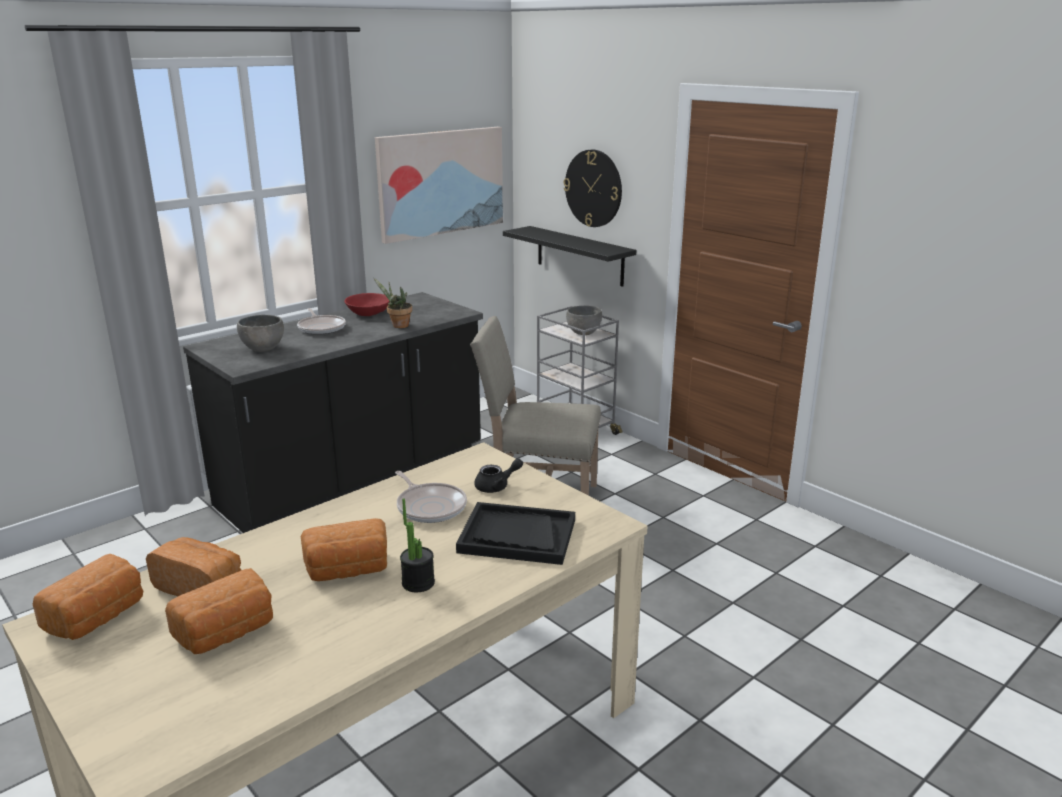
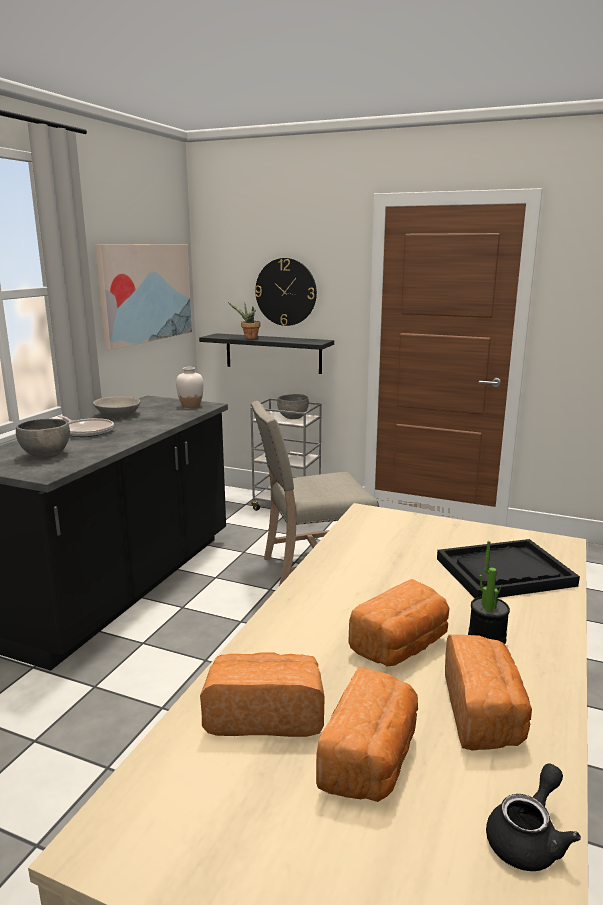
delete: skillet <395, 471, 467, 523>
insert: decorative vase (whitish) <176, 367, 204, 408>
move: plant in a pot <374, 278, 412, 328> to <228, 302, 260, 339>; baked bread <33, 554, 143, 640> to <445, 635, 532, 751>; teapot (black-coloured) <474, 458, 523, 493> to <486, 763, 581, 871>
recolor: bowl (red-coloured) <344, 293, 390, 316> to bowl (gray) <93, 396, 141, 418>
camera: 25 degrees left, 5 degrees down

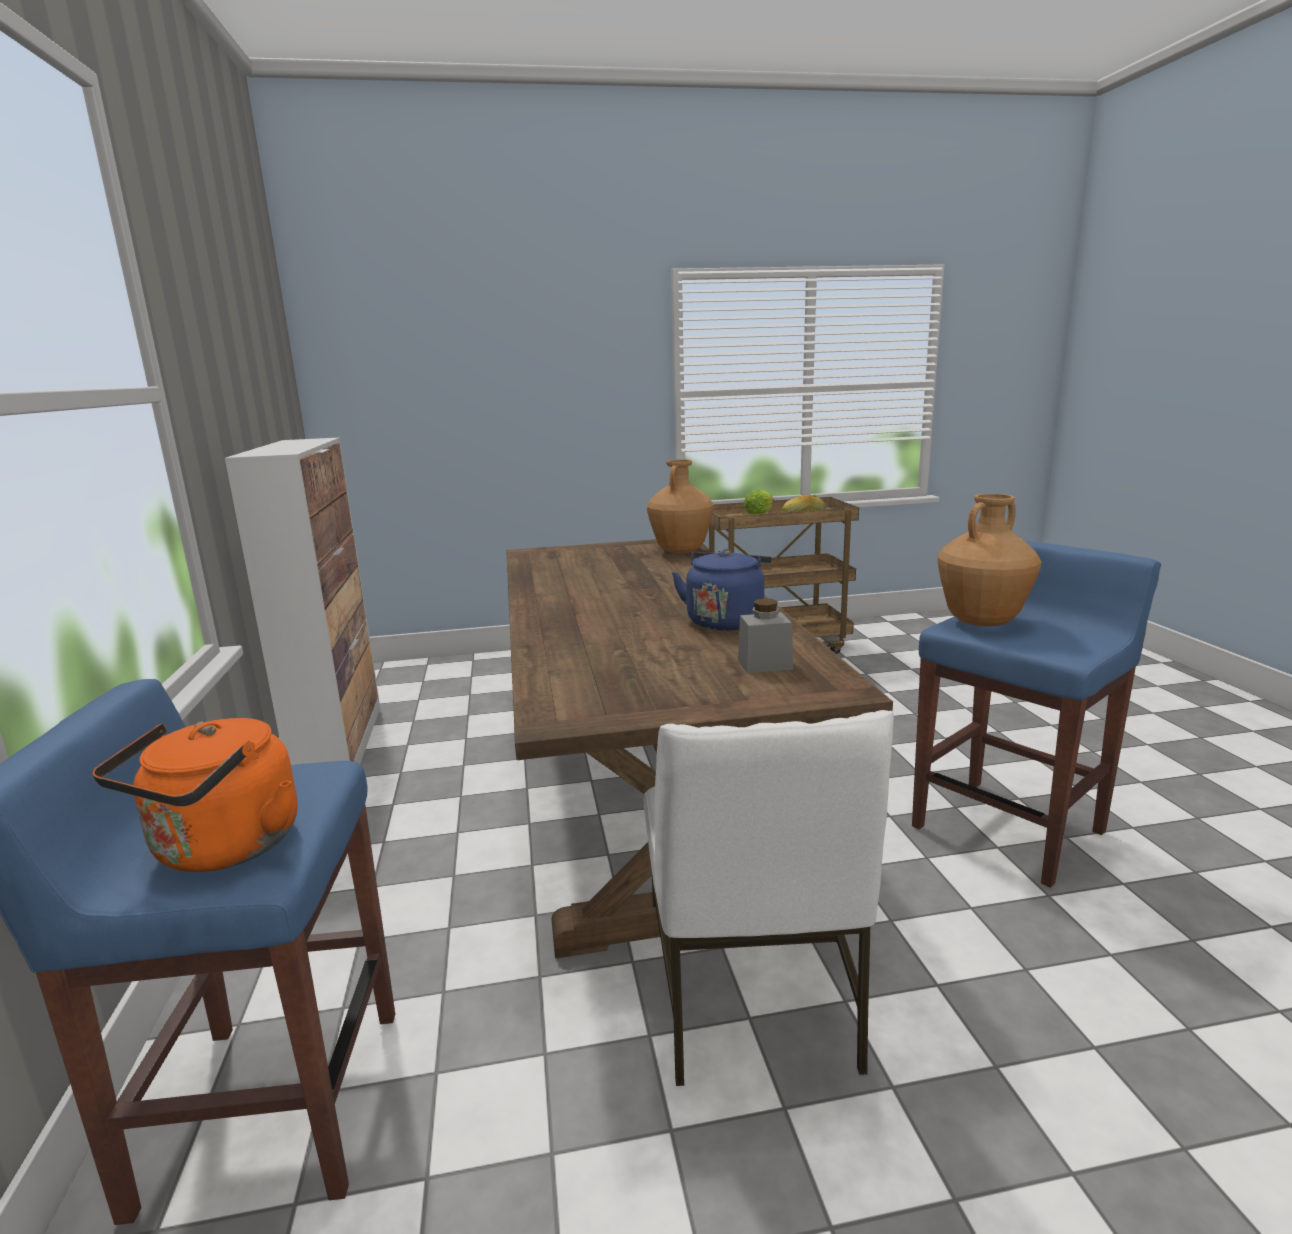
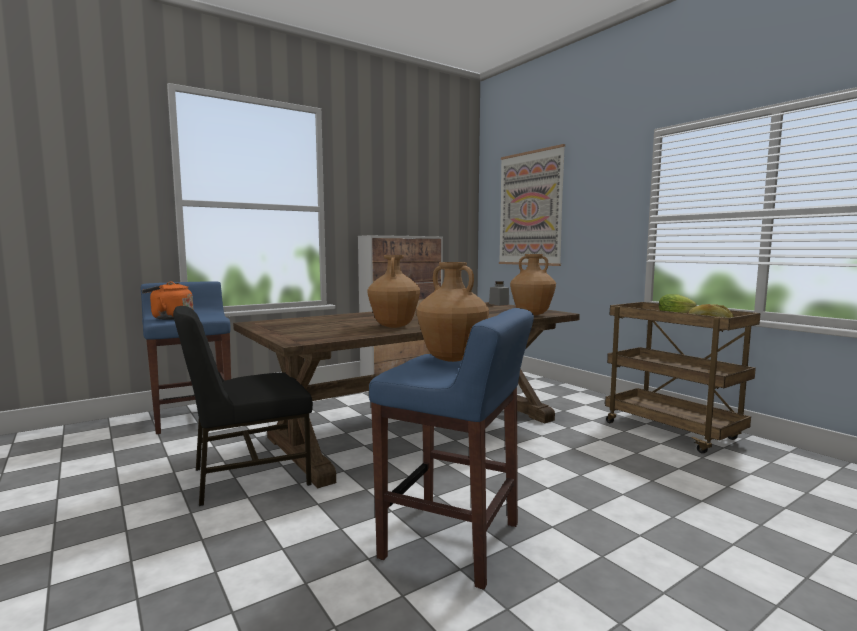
insert: wall picture <499, 144, 565, 266>
move: jar (gray) <738, 598, 793, 673> to <489, 281, 509, 305>
replace: water kettle (bluish) <672, 549, 772, 631> to decorative vase (brown) <367, 255, 420, 328>
recolor: plain chair (whitish) <644, 710, 894, 1086> to plain chair (black-coloured) <173, 306, 313, 506>
camera: 65 degrees right, 10 degrees down

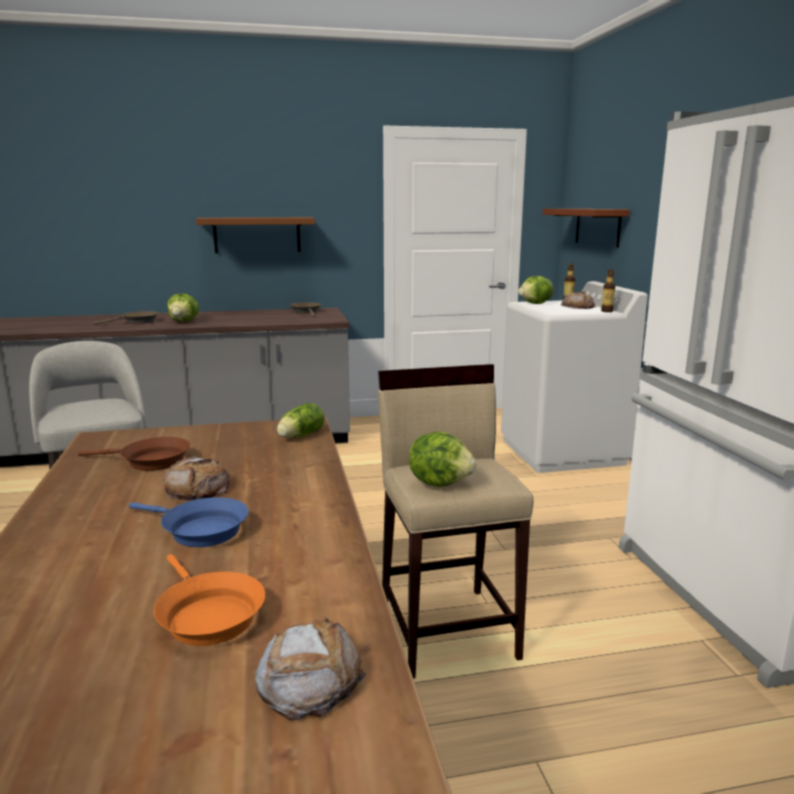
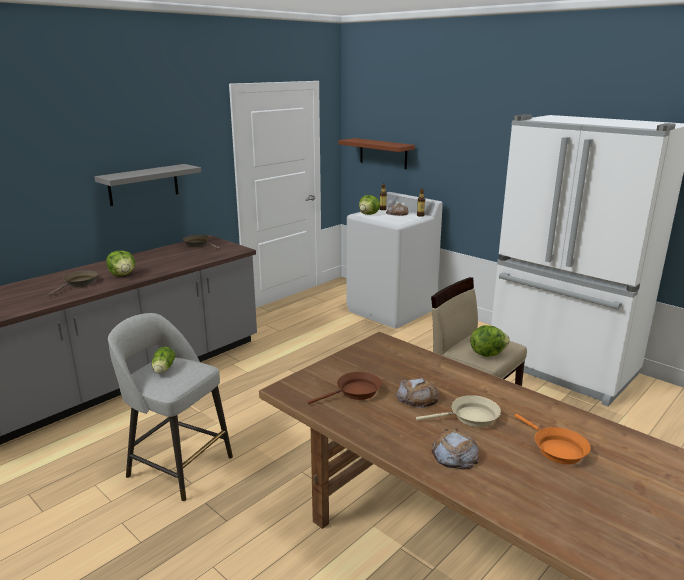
move: lettuce <277, 403, 325, 438> to <152, 347, 175, 374>; baked bread <254, 616, 366, 720> to <432, 428, 479, 469>
recolor: wall shelf (brown) <196, 217, 315, 253> to wall shelf (gray) <94, 164, 201, 206>; skillet (bluish) <129, 497, 248, 547> to skillet (beige) <416, 395, 501, 427>
rotate: skillet (orange-coloured) <154, 554, 265, 646> = <515, 414, 591, 464> 45 degrees clockwise
camera: 35 degrees left, 5 degrees up

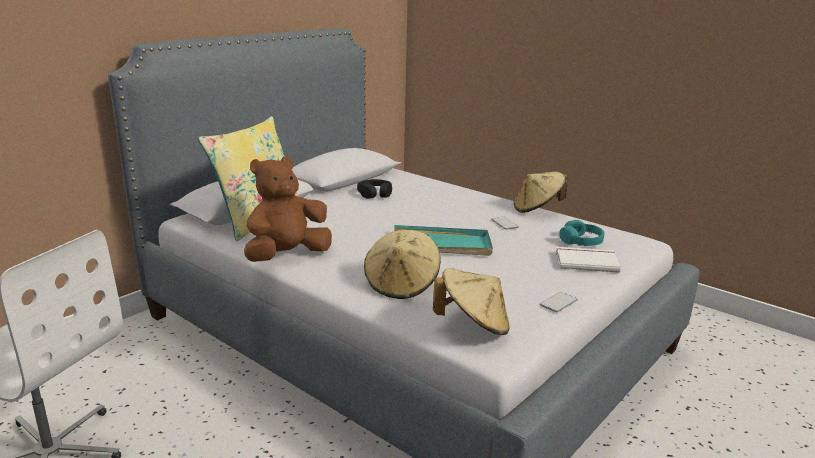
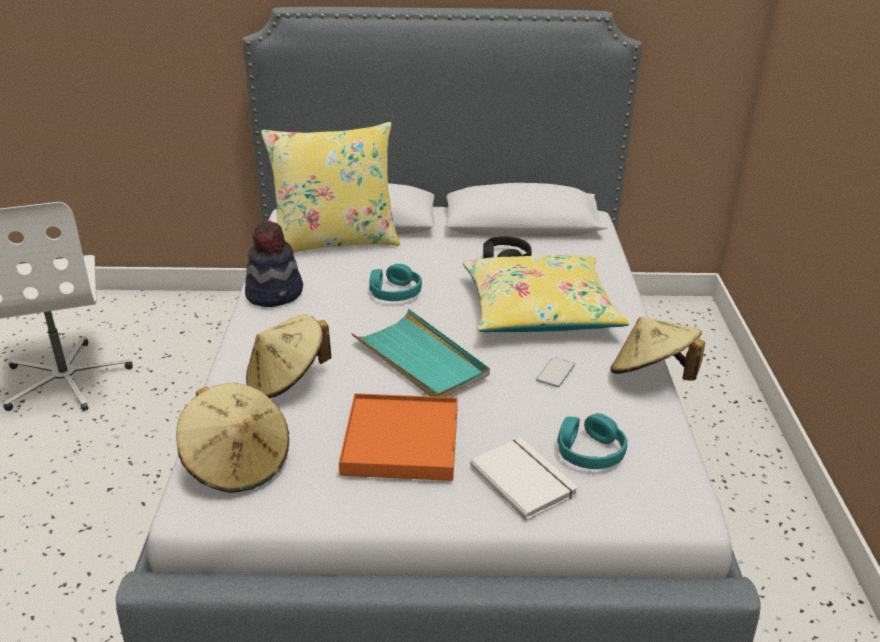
delete: handset <540, 292, 578, 312>
insert: tray (orange-coloured) <339, 393, 458, 481>; headphones (turquoise) <369, 264, 422, 301>; pillow (yellow) <463, 255, 629, 332>
replace: cuddly toy (brown) <244, 157, 332, 262> to wearable hat <245, 220, 303, 307>
camera: 50 degrees right, 10 degrees up

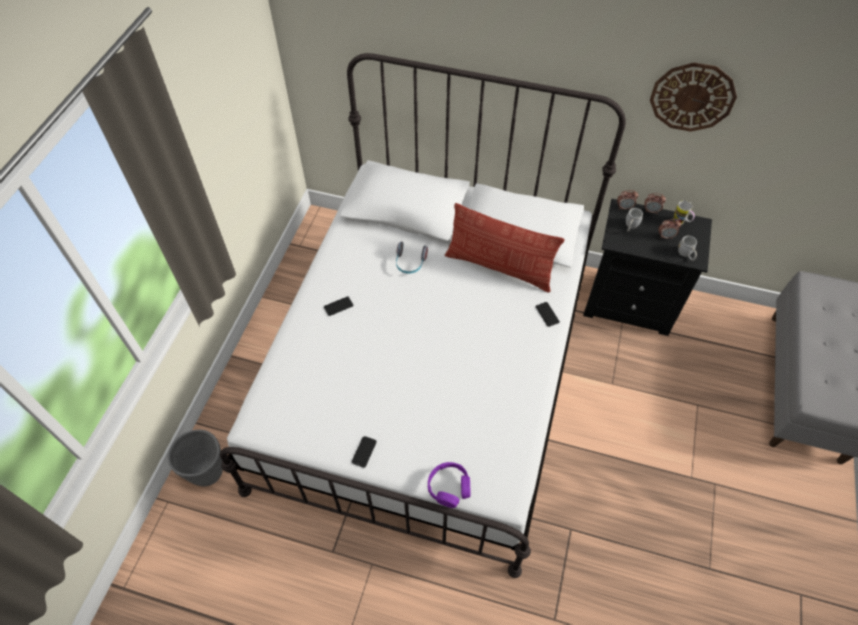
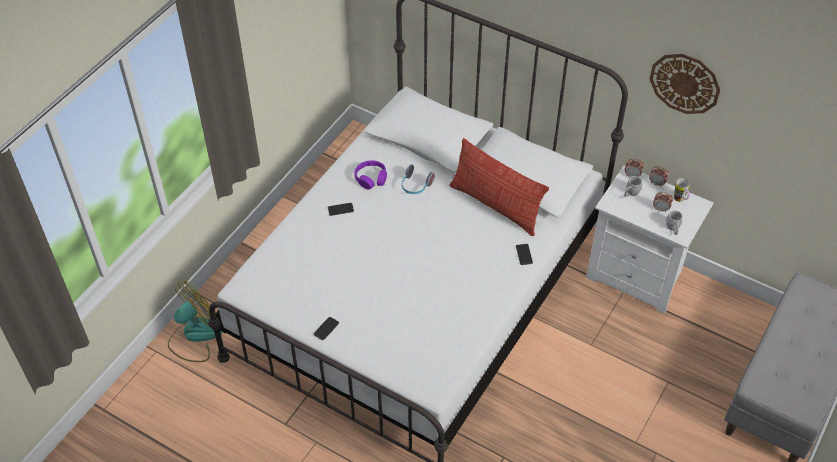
move: headphones (purple) <428, 462, 470, 508> to <354, 160, 387, 190>
replace: planter (gray) <168, 430, 223, 486> to cooling fan <168, 281, 223, 362>
recolor: bedside table (black-coloured) <583, 199, 712, 336> to bedside table (whitish) <586, 165, 714, 314>
camera: 15 degrees right, 5 degrees down

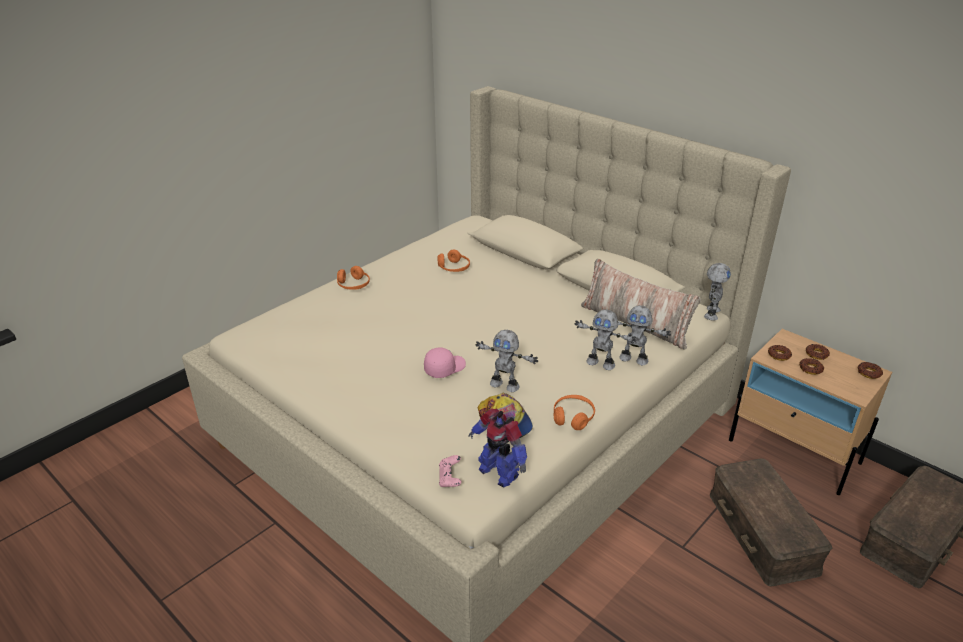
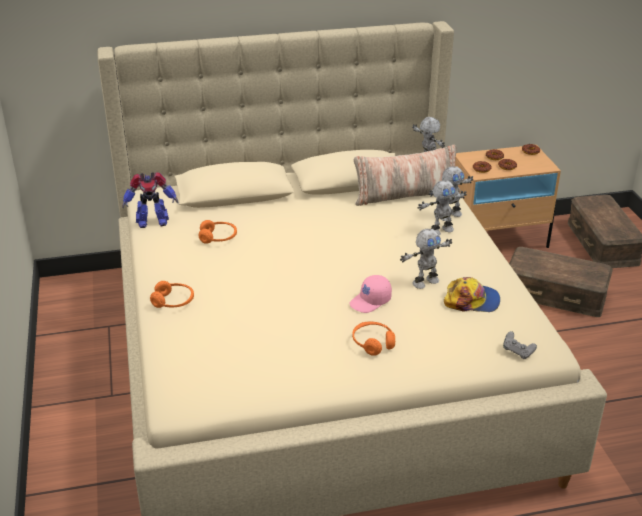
move: toy robot <469, 408, 527, 487> to <122, 172, 179, 228>; headphones (orange-coloured) <554, 395, 595, 430> to <352, 321, 395, 356>
recolor: game controller (pinkish) <439, 455, 462, 487> to game controller (gray) <503, 331, 537, 359>
rotate: cap (pinkish) <424, 347, 466, 378> = <350, 275, 392, 313> 120 degrees counterclockwise
camera: 55 degrees left, 0 degrees up

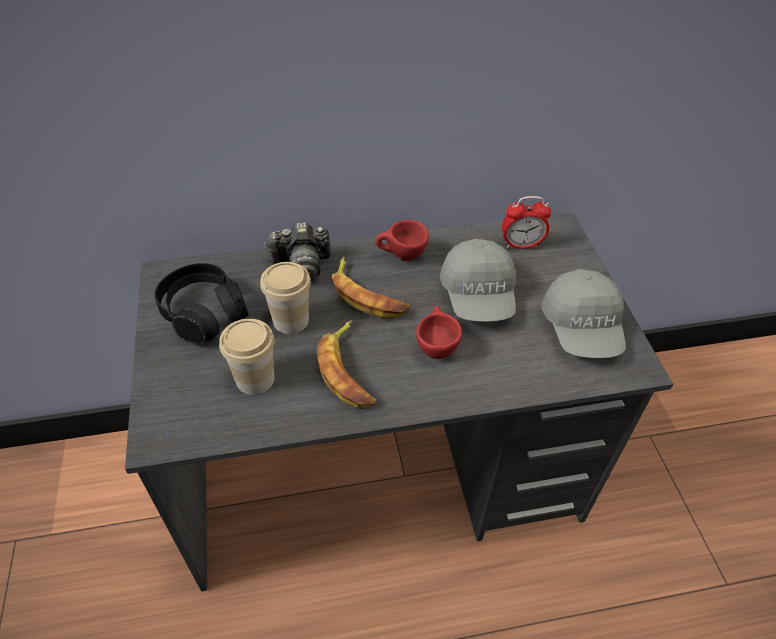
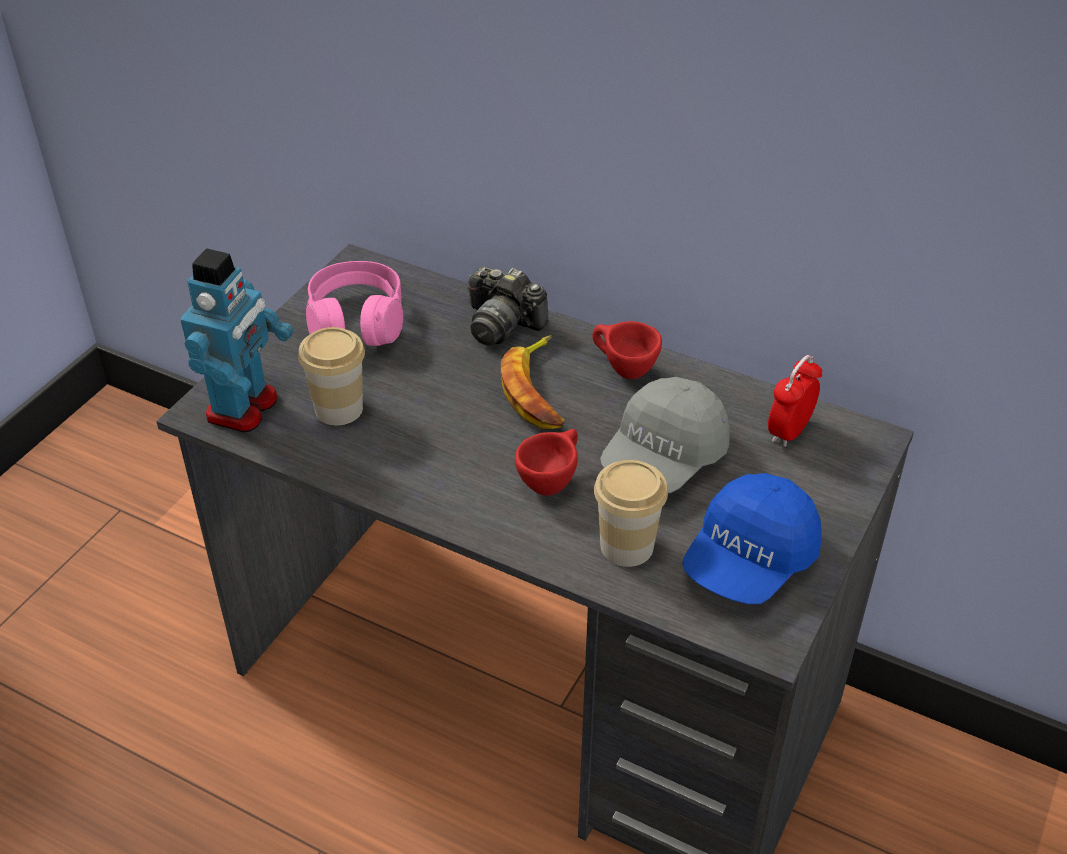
delete: whole banana <317, 320, 376, 408>
insert: toy robot <181, 248, 294, 432>
move: drinking cup <260, 262, 311, 334> to <594, 460, 668, 567>
recolor: headphones (black-coloured) <155, 263, 249, 344> to headphones (pinkish) <306, 261, 403, 346>; cap (gray) <541, 269, 626, 358> to cap (bluish) <682, 473, 822, 604>
rotate: bedside clock <502, 196, 551, 249> = <768, 355, 822, 447> 90 degrees clockwise
camera: 40 degrees right, 5 degrees down

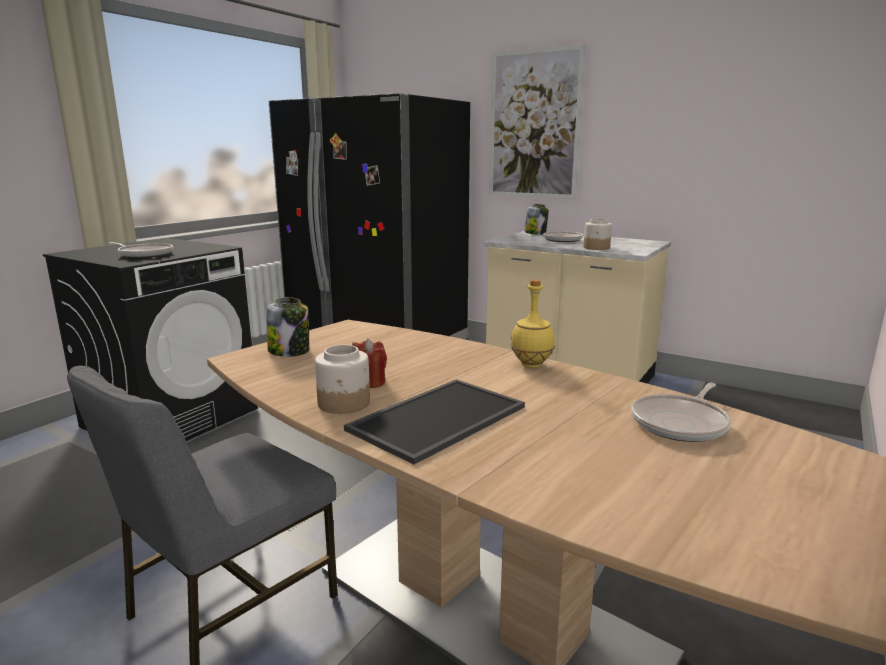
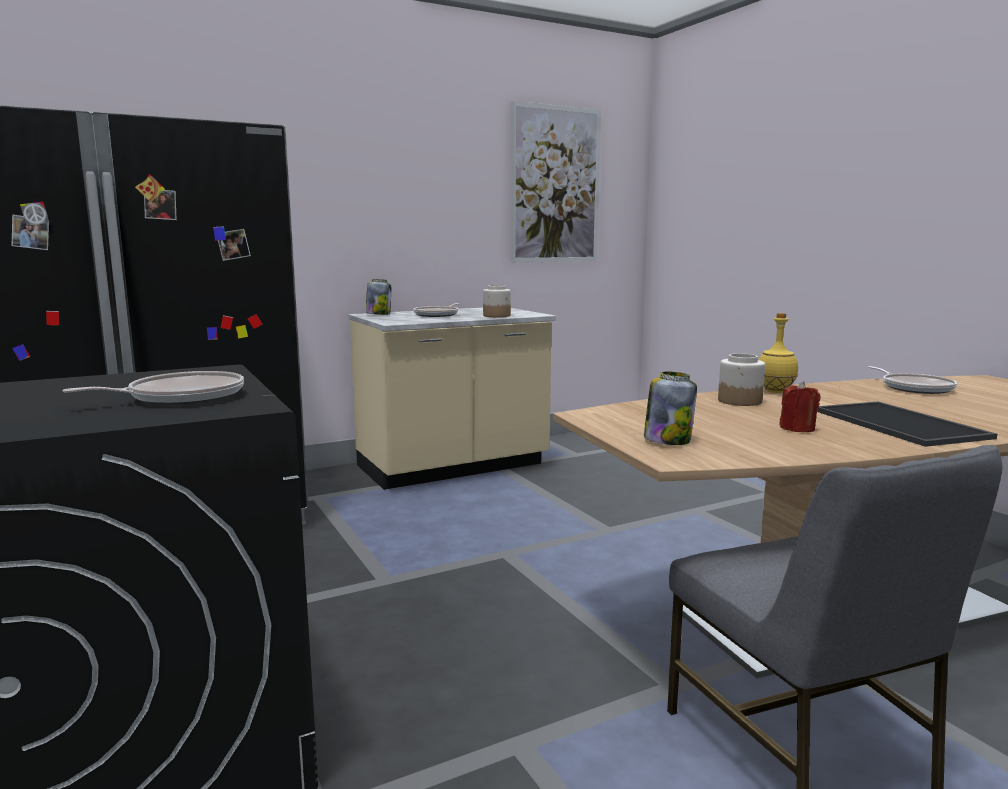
move: wall picture <489, 44, 586, 199> to <510, 101, 601, 263>; jar <315, 345, 370, 414> to <718, 353, 765, 406>
camera: 60 degrees left, 5 degrees down

